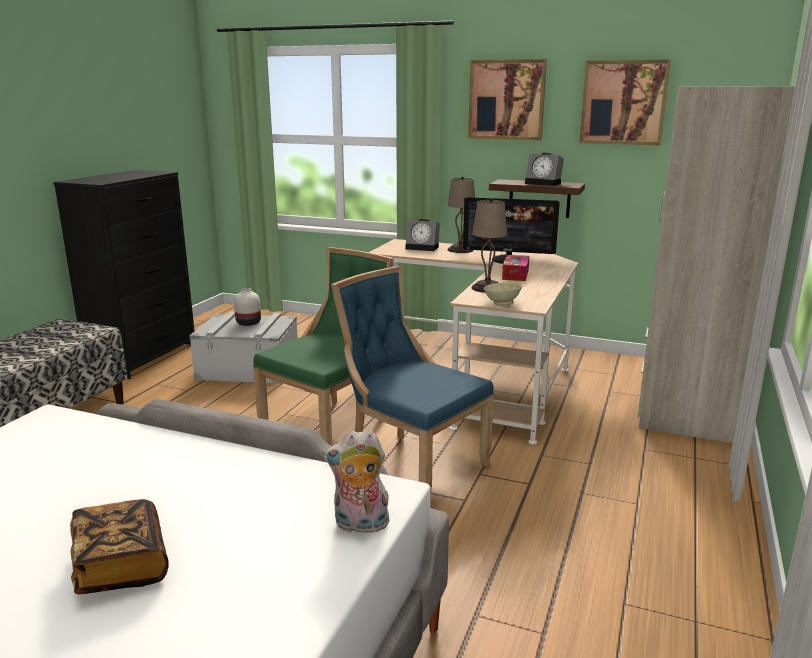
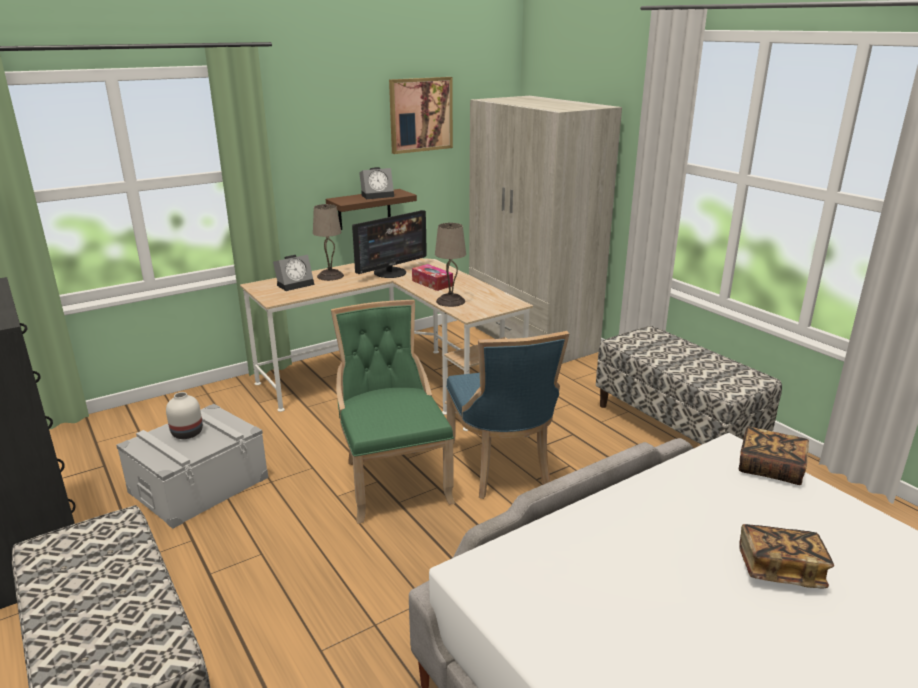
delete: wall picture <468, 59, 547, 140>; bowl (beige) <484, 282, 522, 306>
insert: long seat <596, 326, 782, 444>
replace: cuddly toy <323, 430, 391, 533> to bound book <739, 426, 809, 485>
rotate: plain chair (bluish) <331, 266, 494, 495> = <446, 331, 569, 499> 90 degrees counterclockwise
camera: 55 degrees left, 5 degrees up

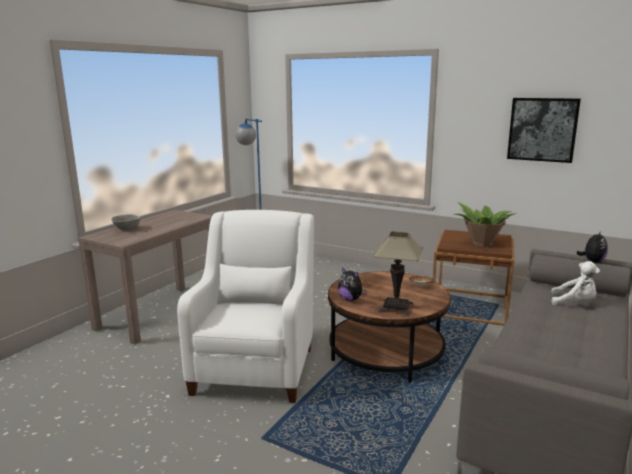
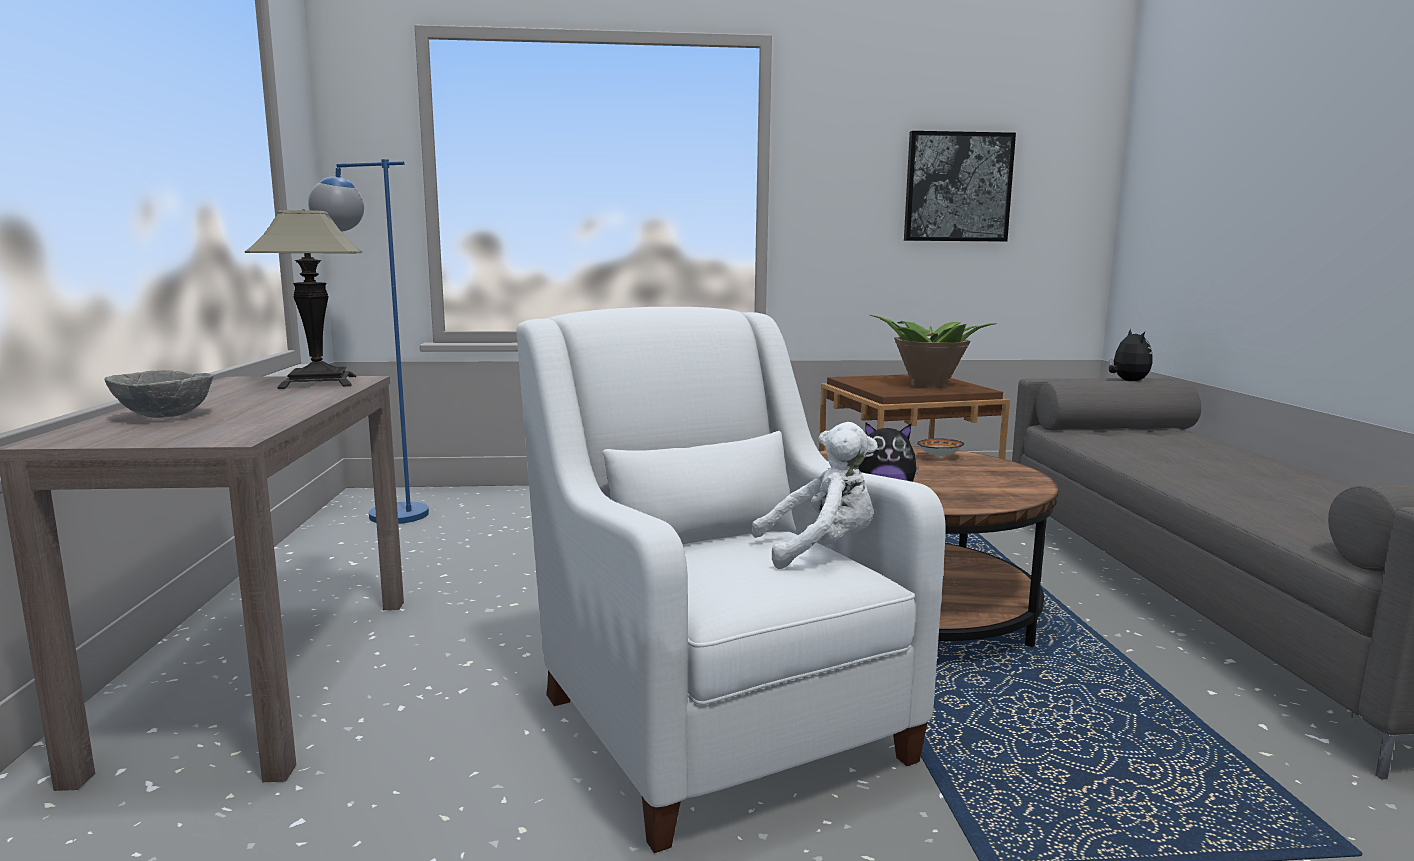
move: lamp for a table <372, 231, 423, 316> to <245, 209, 362, 389>; cuddly toy (whitish) <551, 261, 600, 305> to <751, 422, 878, 569>
camera: 35 degrees left, 5 degrees down

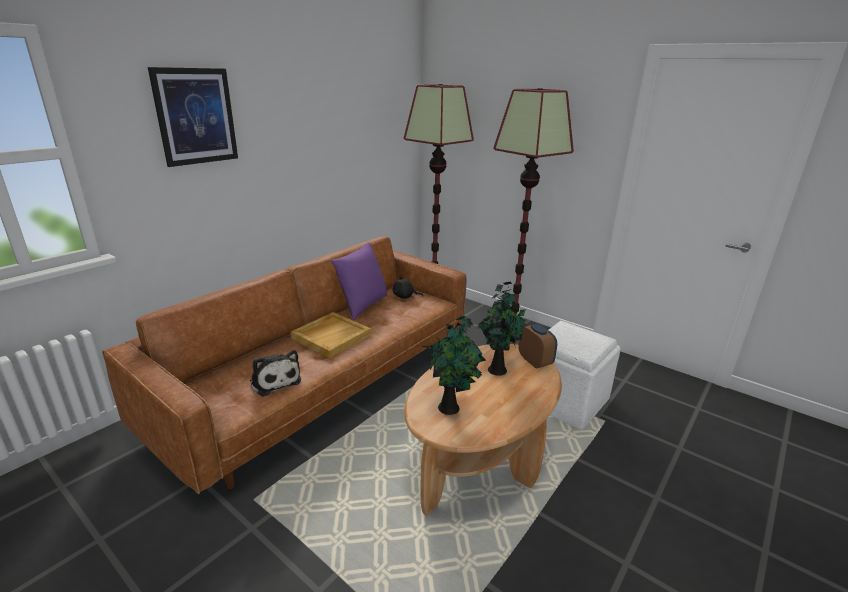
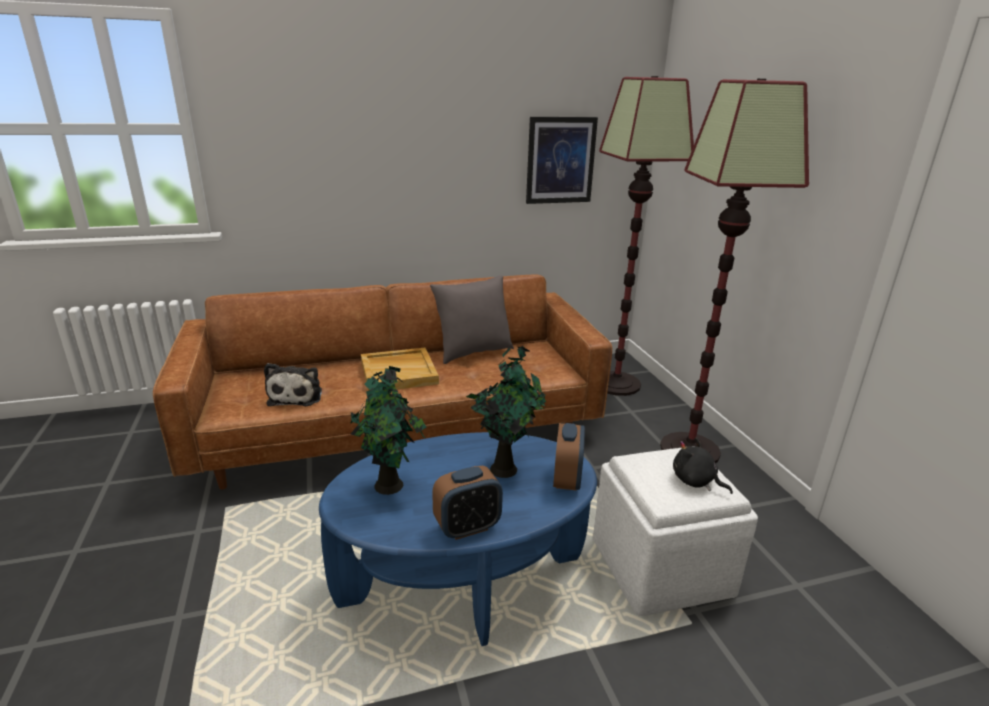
insert: bedside clock <432, 465, 503, 540>
move: wall picture <148, 67, 238, 167> to <526, 117, 598, 204>; cuddly toy (black-coloured) <392, 275, 423, 299> to <673, 438, 733, 494>
recolor: coffee table (brown) <404, 344, 562, 516> to coffee table (bluish) <319, 432, 597, 646>; pillow (purple) <331, 242, 388, 321> to pillow (gray) <430, 275, 514, 364>
camera: 35 degrees right, 0 degrees up

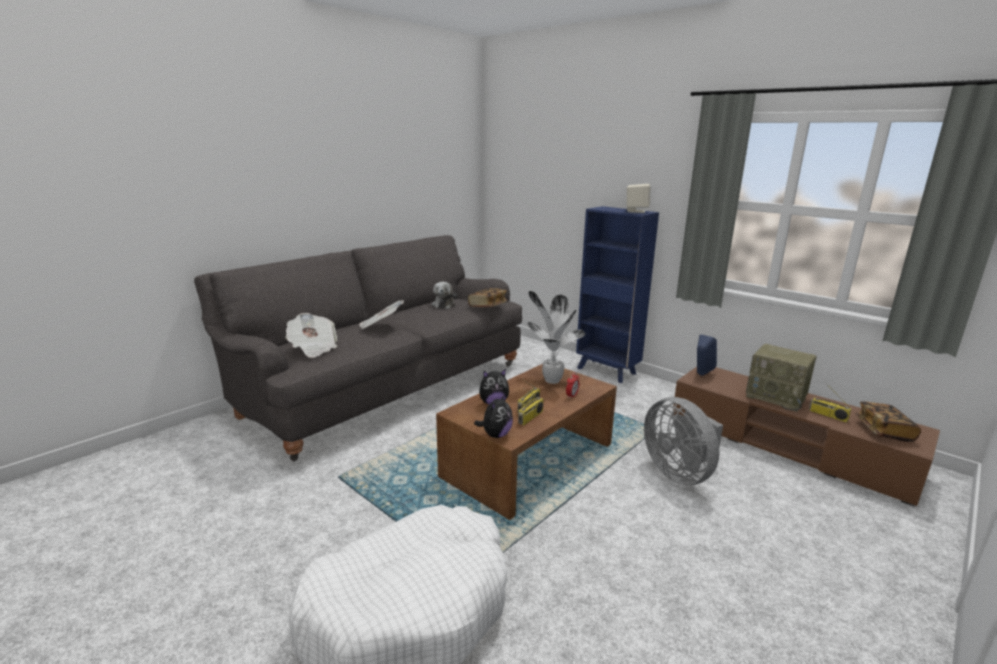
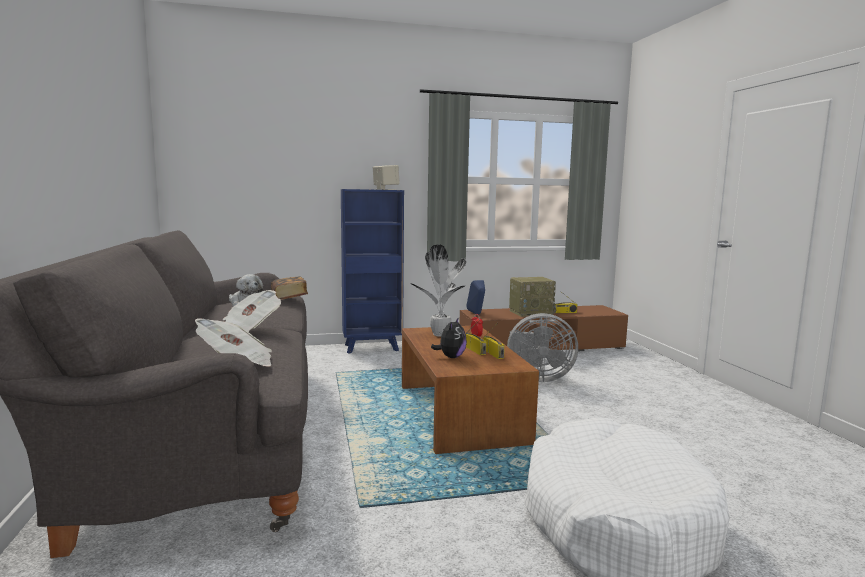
delete: cuddly toy <474, 393, 513, 438>; bound book <856, 401, 921, 442>
camera: 55 degrees left, 10 degrees down

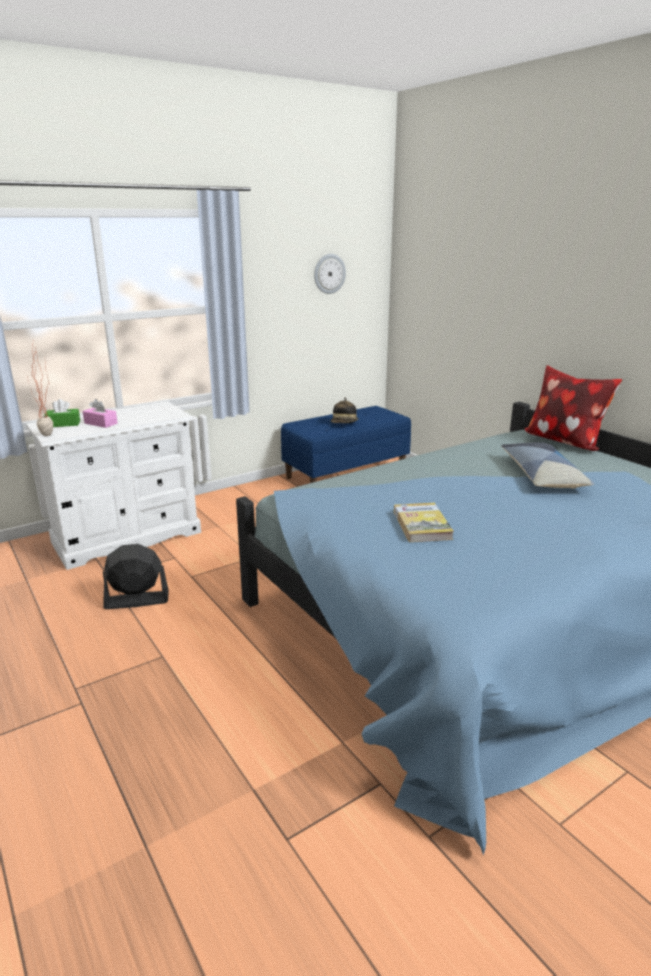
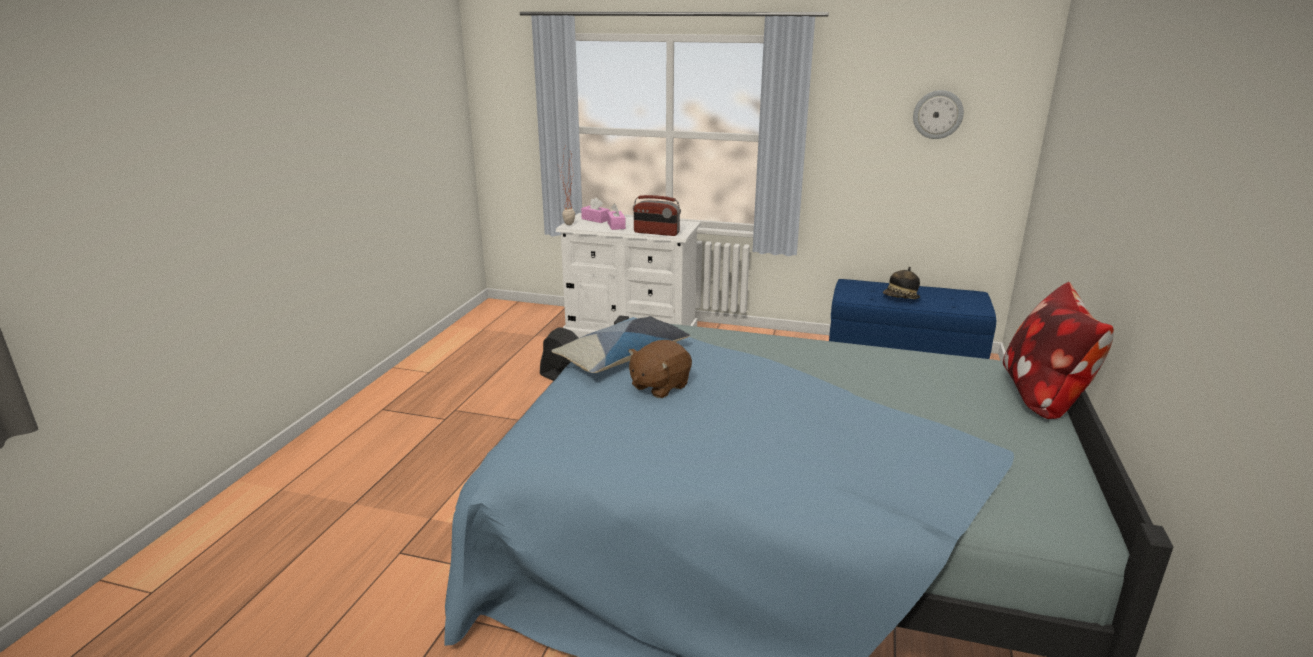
insert: radio receiver <633, 195, 681, 236>
move: pillow <502, 442, 595, 488> to <552, 316, 690, 373>
replace: bound book <394, 503, 454, 542> to cuddly toy (brown) <628, 340, 692, 398>
recolor: tissue holder (green-coloured) <44, 399, 80, 427> to tissue holder (pinkish) <581, 197, 610, 223>
camera: 50 degrees right, 0 degrees up

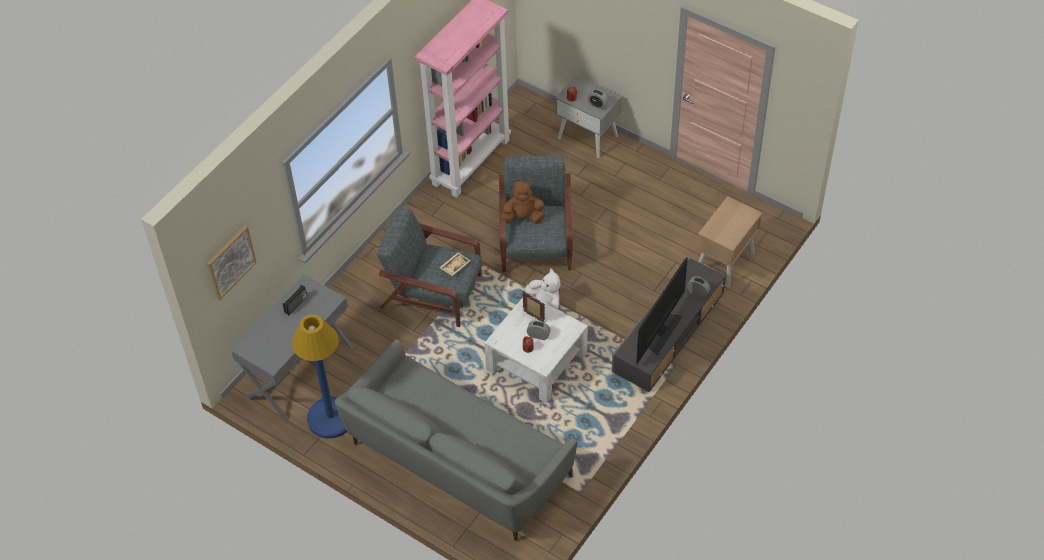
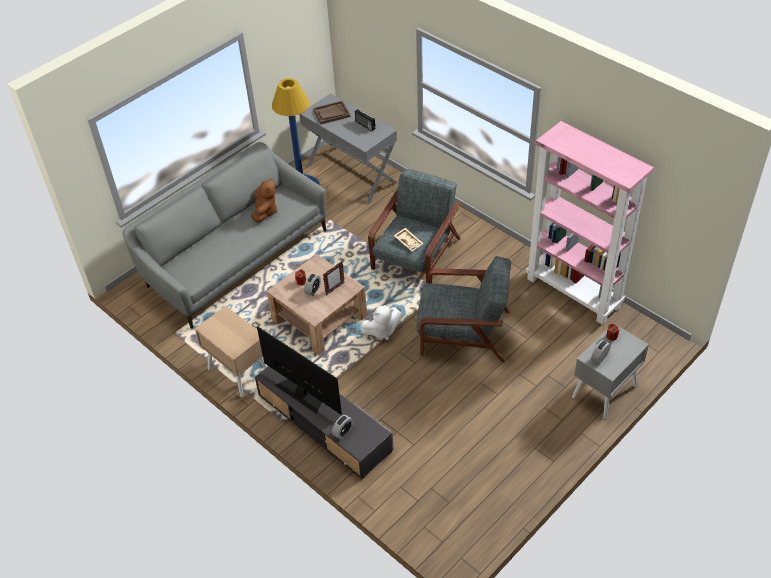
delete: wall picture <207, 226, 257, 300>
insert: tray (brown) <313, 101, 350, 124>
move: bedside table (beige) <696, 196, 762, 287> to <195, 306, 268, 397>; cuddly toy (brown) <500, 181, 545, 224> to <251, 178, 278, 223>
recolor: coffee table (whitish) <484, 296, 588, 403> to coffee table (brown) <267, 254, 367, 355>
camera: 100 degrees right, 5 degrees down

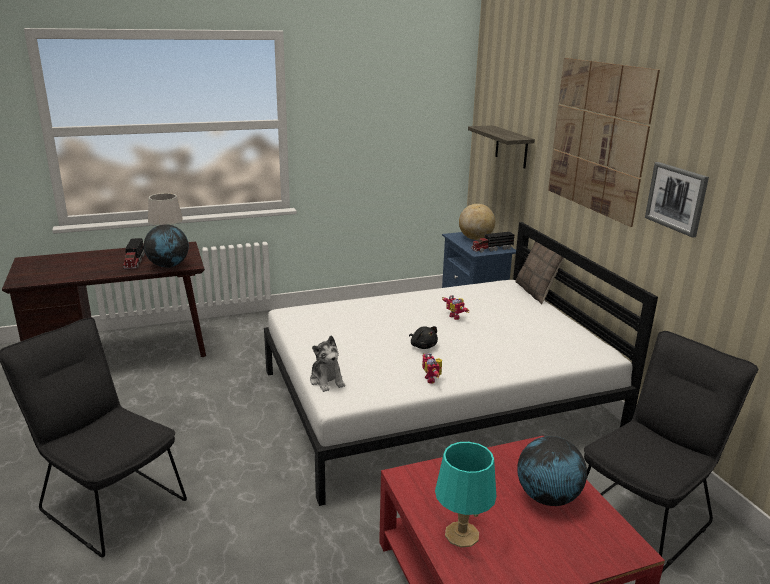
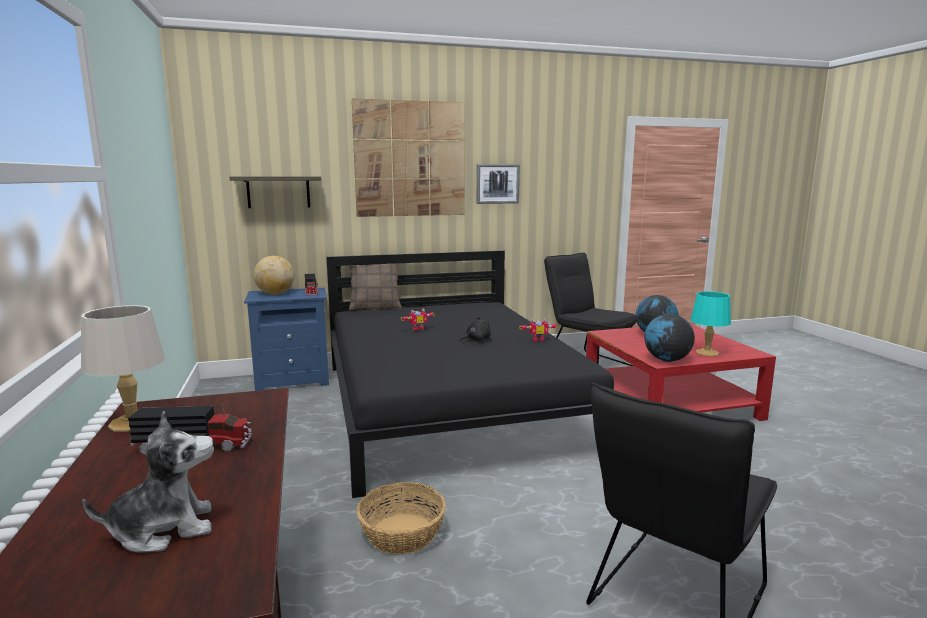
insert: household basket <357, 482, 446, 555>
move: cuddly toy <310, 335, 345, 392> to <82, 411, 214, 553>; world globe <144, 225, 189, 268> to <644, 314, 695, 362>
recolor: sleeping bed (whitish) <264, 222, 658, 506> to sleeping bed (black-coloured) <326, 250, 614, 498>
camera: 85 degrees left, 10 degrees down

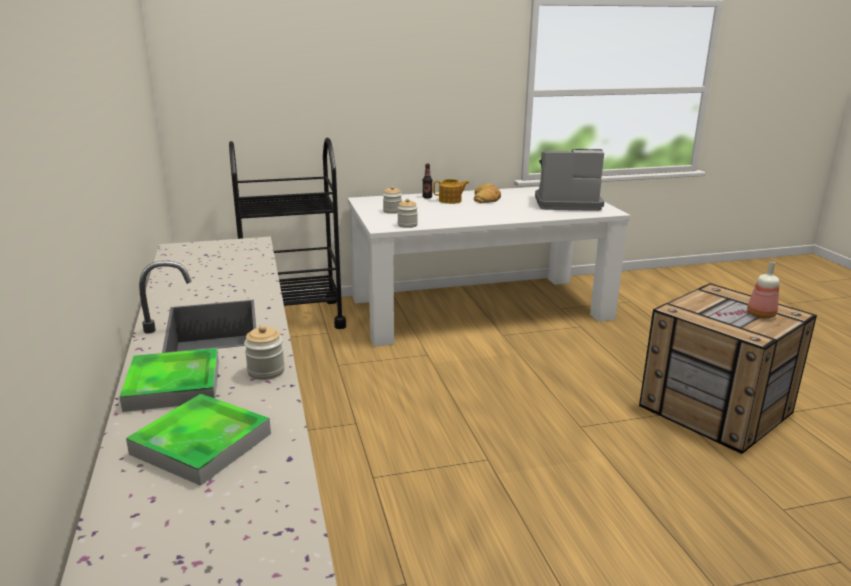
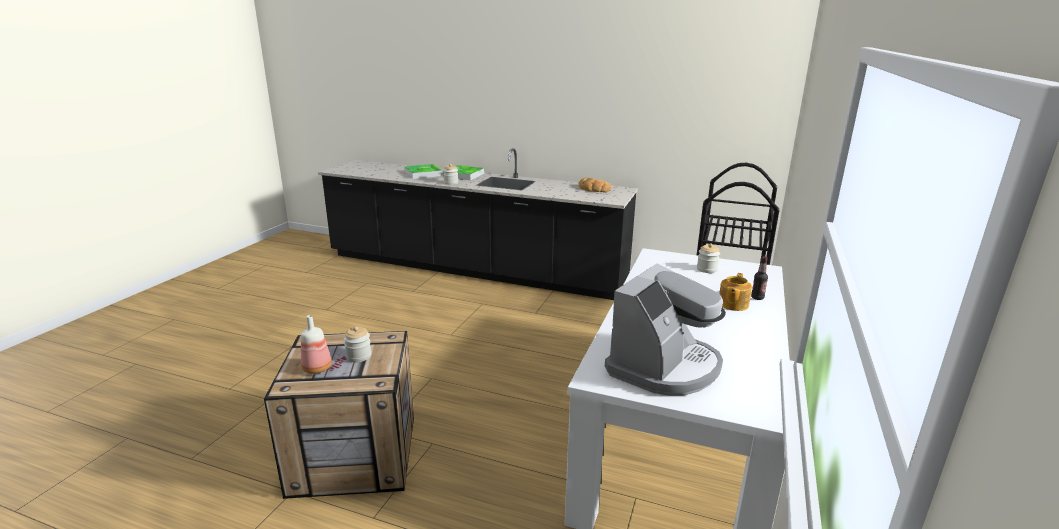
move: jar <397, 198, 418, 228> to <344, 326, 372, 362>; baked bread <474, 184, 501, 203> to <579, 177, 611, 192>
camera: 125 degrees right, 0 degrees up

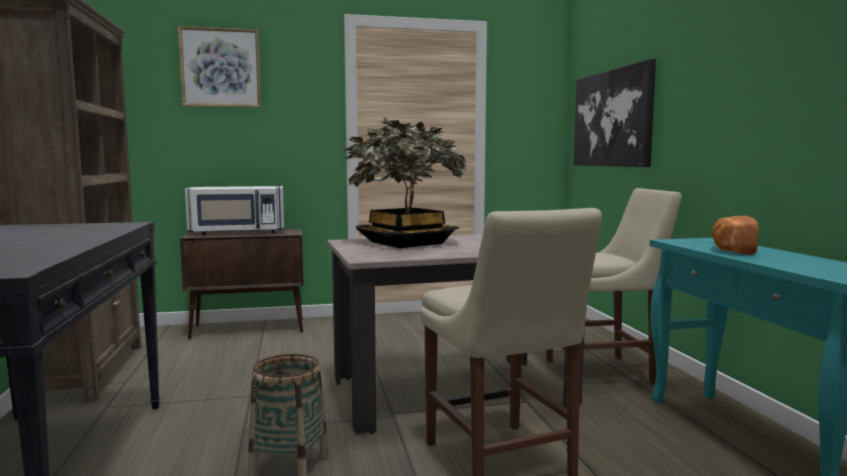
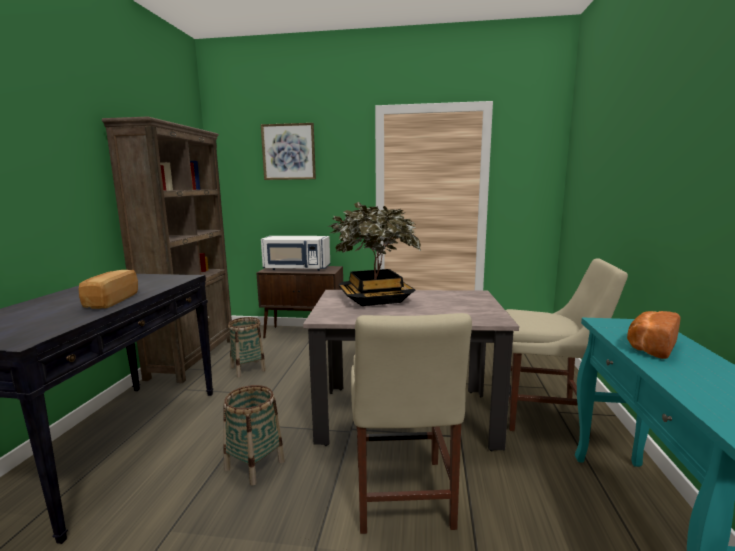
delete: wall picture <574, 59, 656, 167>
insert: baked bread <79, 270, 138, 309>; household basket <228, 317, 266, 378>
camera: 20 degrees right, 5 degrees up

